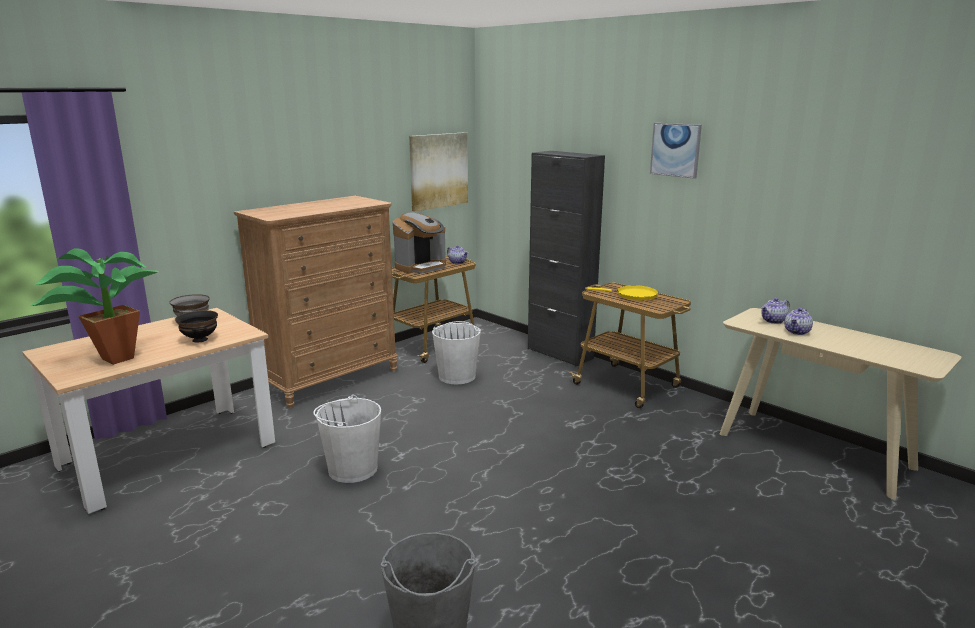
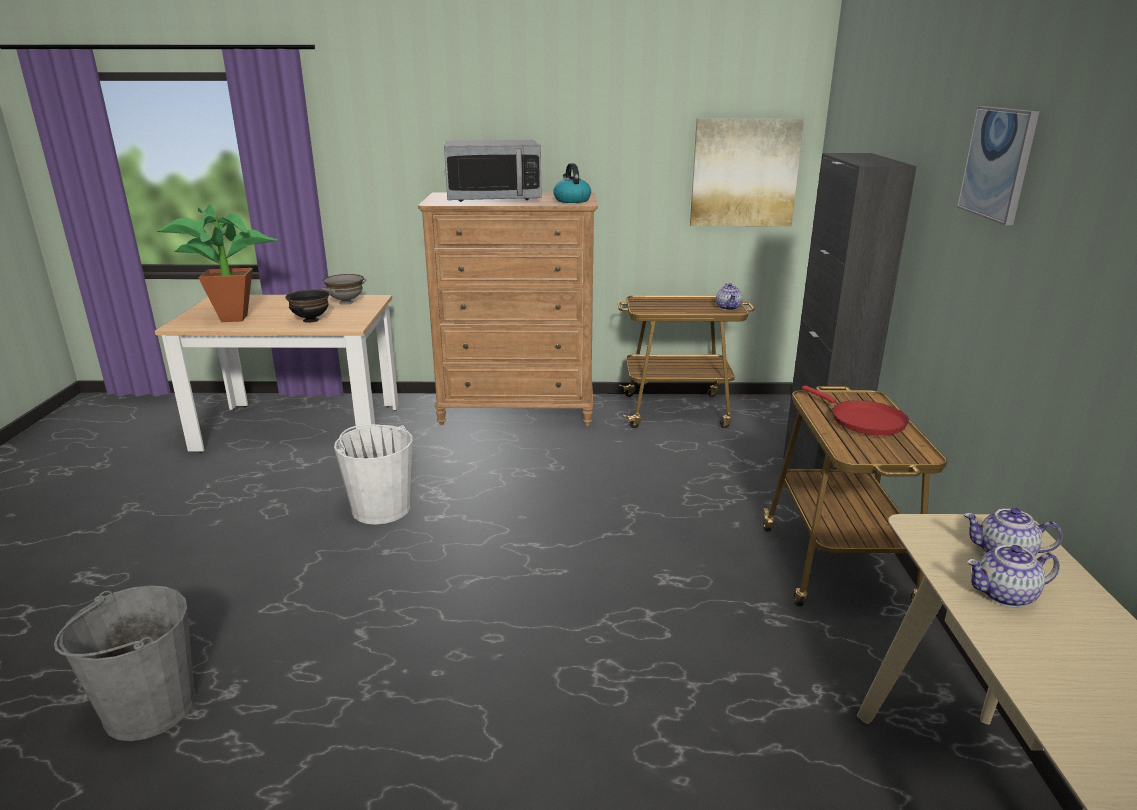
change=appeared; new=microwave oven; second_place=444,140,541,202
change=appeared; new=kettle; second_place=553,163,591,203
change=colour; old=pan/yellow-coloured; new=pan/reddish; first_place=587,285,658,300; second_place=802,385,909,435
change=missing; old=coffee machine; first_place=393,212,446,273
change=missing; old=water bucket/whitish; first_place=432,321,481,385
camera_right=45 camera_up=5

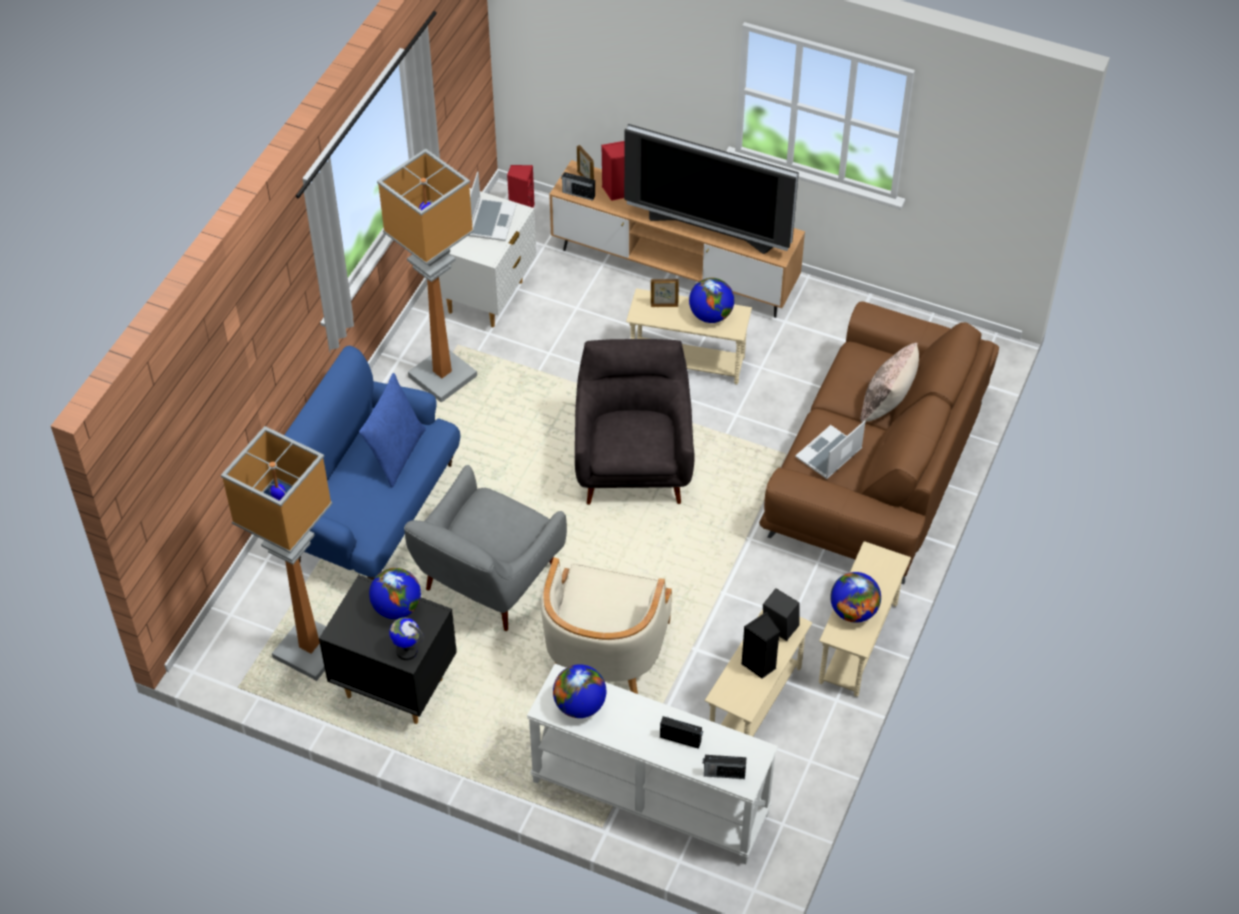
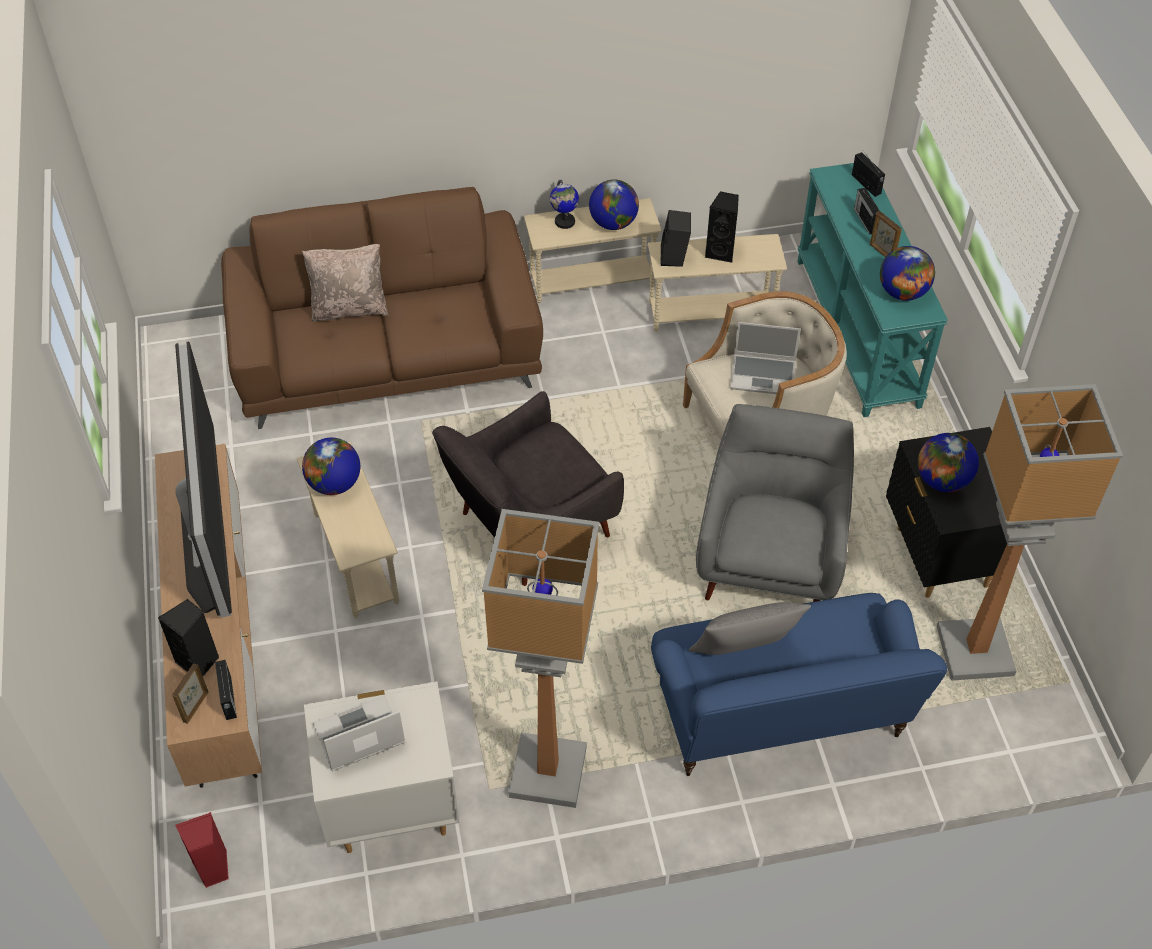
change=colour; old=speaker/reddish; new=speaker/black-coloured; first_place=601,141,624,201; second_place=158,599,219,676
change=relocated; old=world globe; first_place=389,617,424,660; second_place=550,180,579,229
change=colour; old=throw pillow/blue-coloured; new=throw pillow/gray; first_place=359,373,426,488; second_place=689,602,811,655
change=spun; old=lounge chair/gray; first_place=404,465,567,631; second_place=696,404,854,602; degrees=-75
change=relocated; old=laptop; first_place=795,421,866,479; second_place=730,322,801,394
change=colour; old=console table/whitish; new=console table/turquoise-coloured; first_place=527,664,778,864; second_place=797,163,948,417
change=relocated; old=photo frame; first_place=651,279,679,307; second_place=870,211,902,257
camera_right=-125 camera_up=0

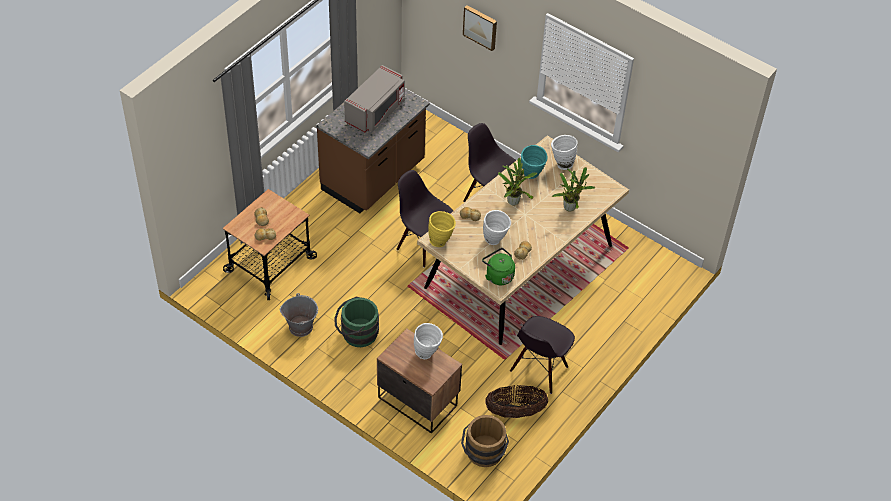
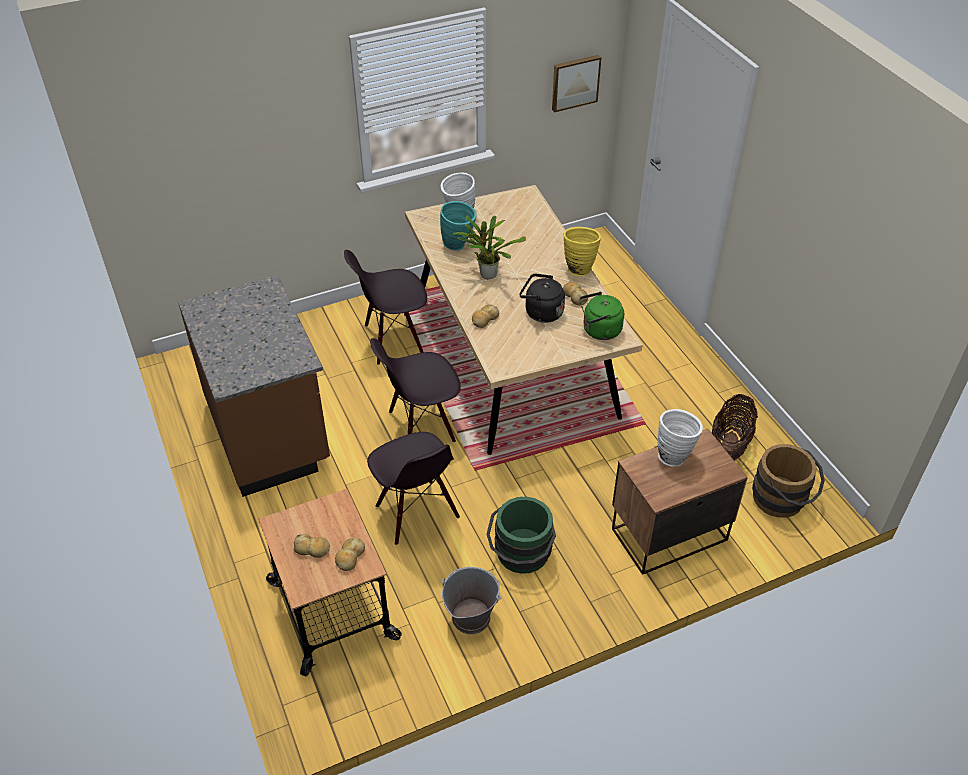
change=relocated; old=plain chair/black-coloured; first_place=510,316,575,394; second_place=367,432,460,545
change=exchanged; old=vase/whitish; new=kettle/black-coloured; first_place=483,210,511,245; second_place=519,273,565,323
change=relocated; old=picture; first_place=463,5,497,51; second_place=552,55,601,112
change=relocated; old=vase/yellow-coloured; first_place=428,211,456,247; second_place=564,227,601,276
change=missing; old=microwave oven/gray; first_place=344,65,405,132
change=missing; old=plant in a pot; first_place=552,167,595,211
camera_right=-60 camera_up=-5

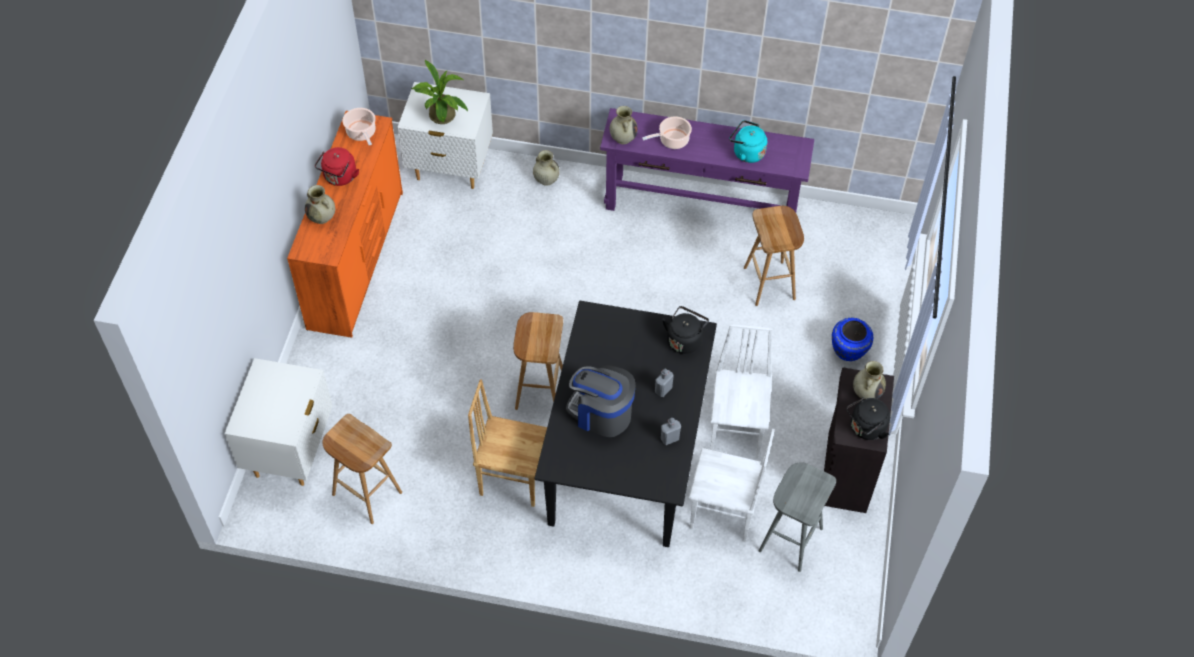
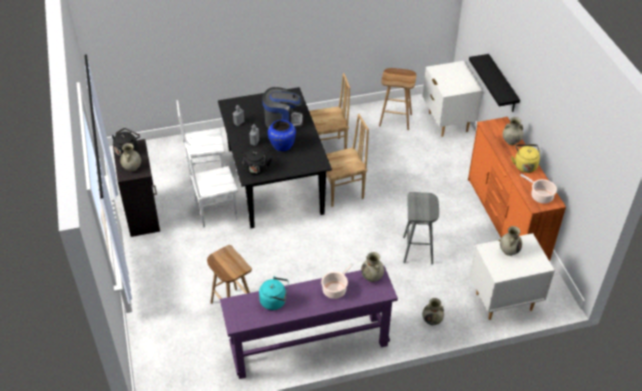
change=spun; old=plain chair/whitish; first_place=710,324,772,458; second_place=184,142,238,228; degrees=90
change=relocated; old=vase/blue-coloured; first_place=832,318,873,361; second_place=268,120,296,152
change=exchanged; old=stool seat/brownish; new=plain chair/brownish; first_place=513,312,563,410; second_place=326,114,369,207
change=relocated; old=stool seat/gray; first_place=759,462,836,572; second_place=403,192,439,264
change=appeared; new=bracket shelf/black-coloured; second_place=469,54,520,112
change=exchanged; old=plant in a pot; new=vase/sand-coloured; first_place=411,59,468,124; second_place=500,226,522,256
change=colour; old=kettle/reddish; new=kettle/yellow-coloured; first_place=315,147,359,186; second_place=511,144,540,173
camera_right=155 camera_up=-10

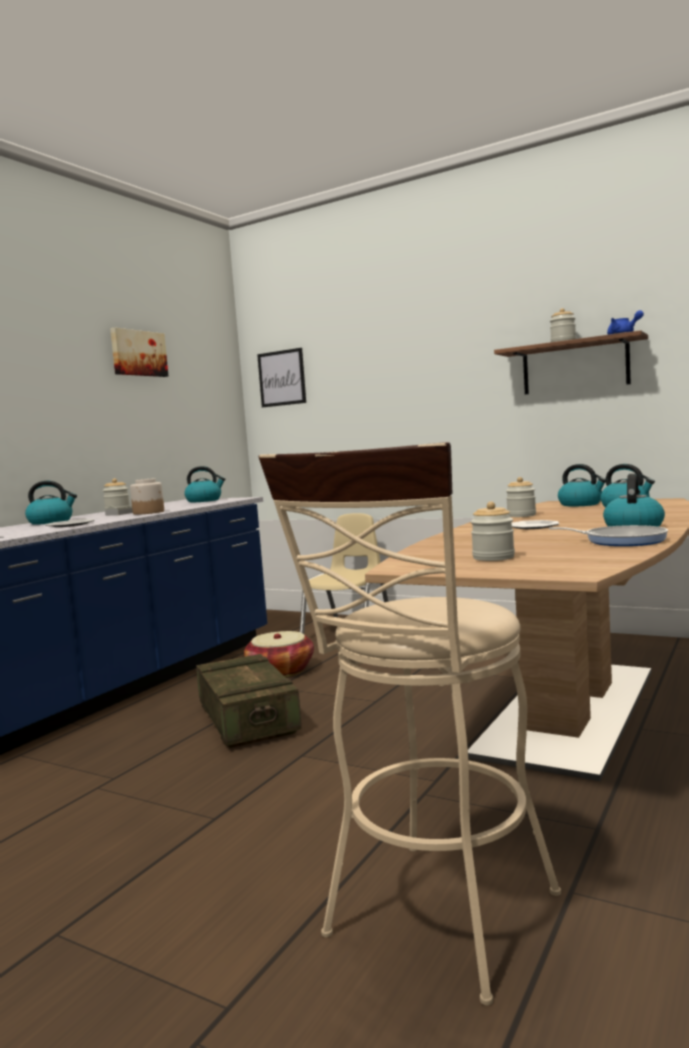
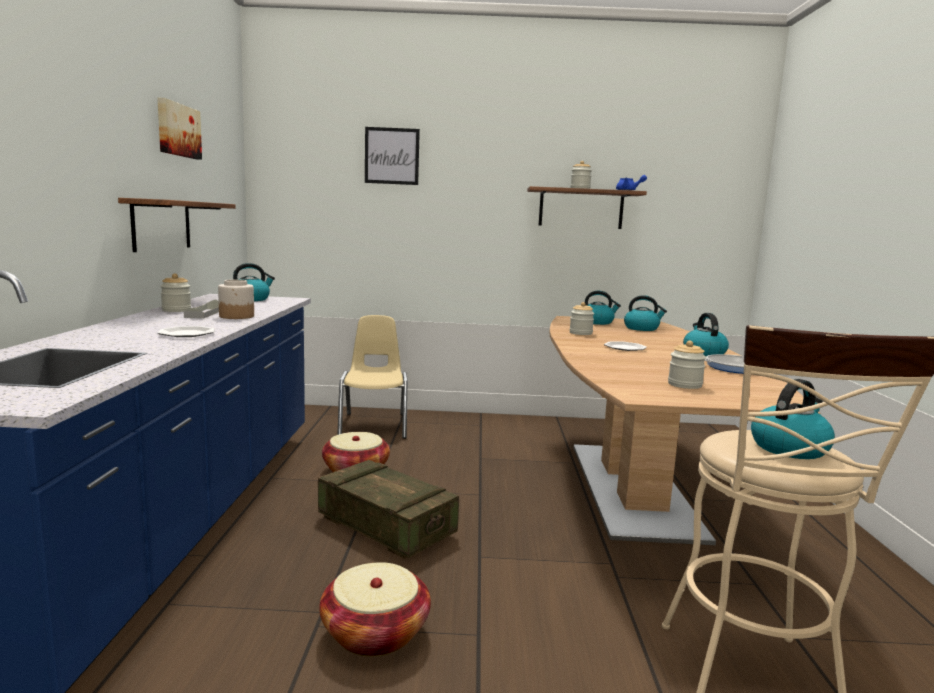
change=appeared; new=bracket shelf; second_place=118,198,235,252
change=appeared; new=basket; second_place=319,562,431,657
change=relocated; old=picture; first_place=257,348,306,407; second_place=365,127,420,185
change=relocated; old=kettle; first_place=25,481,77,525; second_place=751,379,835,459
camera_right=-30 camera_up=5

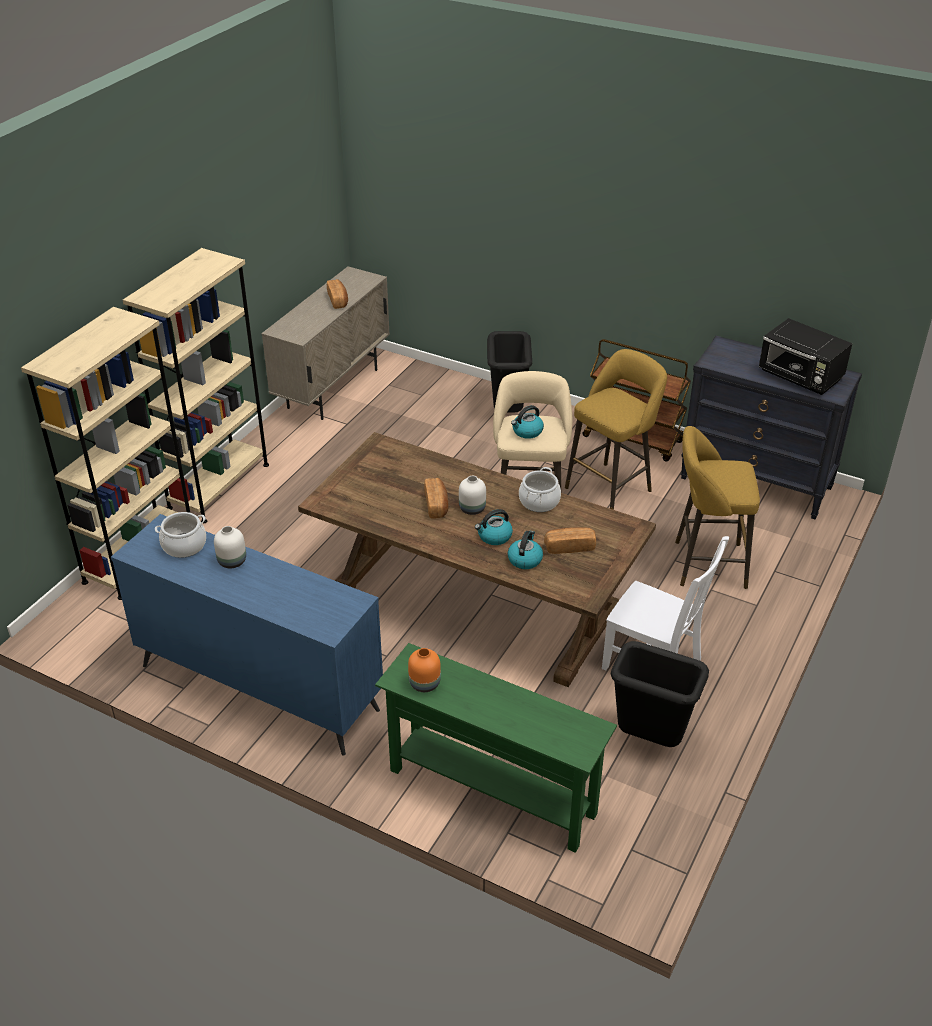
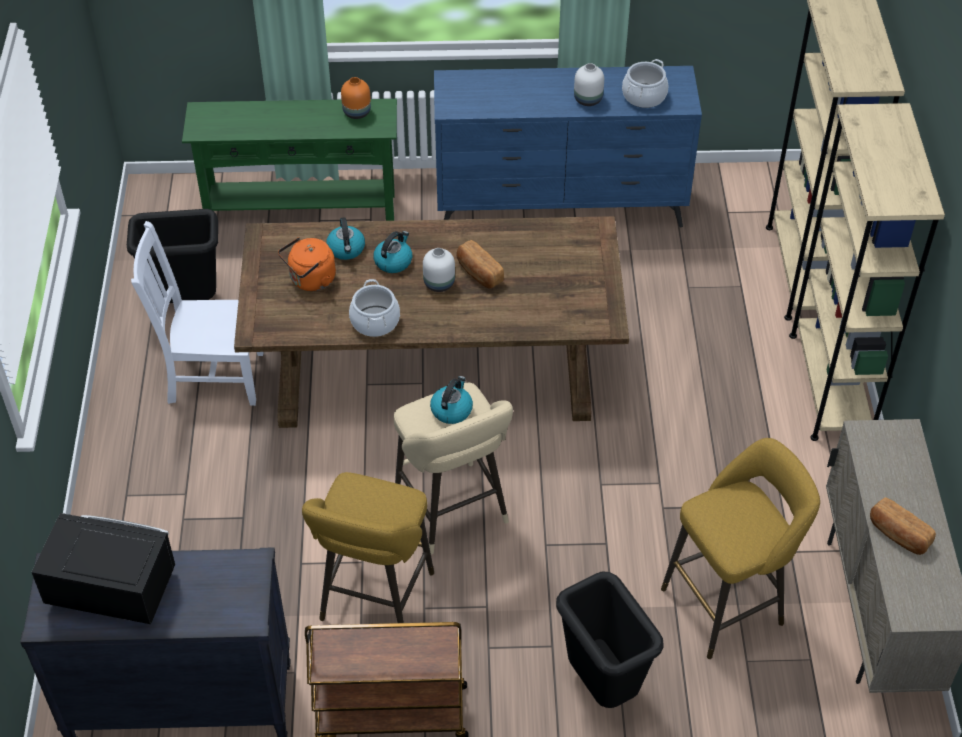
change=exchanged; old=bread; new=kettle/orange-coloured; first_place=544,527,596,554; second_place=278,237,336,291
change=relocated; old=stool seat/yellow-coloured; first_place=675,426,760,589; second_place=661,438,820,659
camera_right=150 camera_up=10

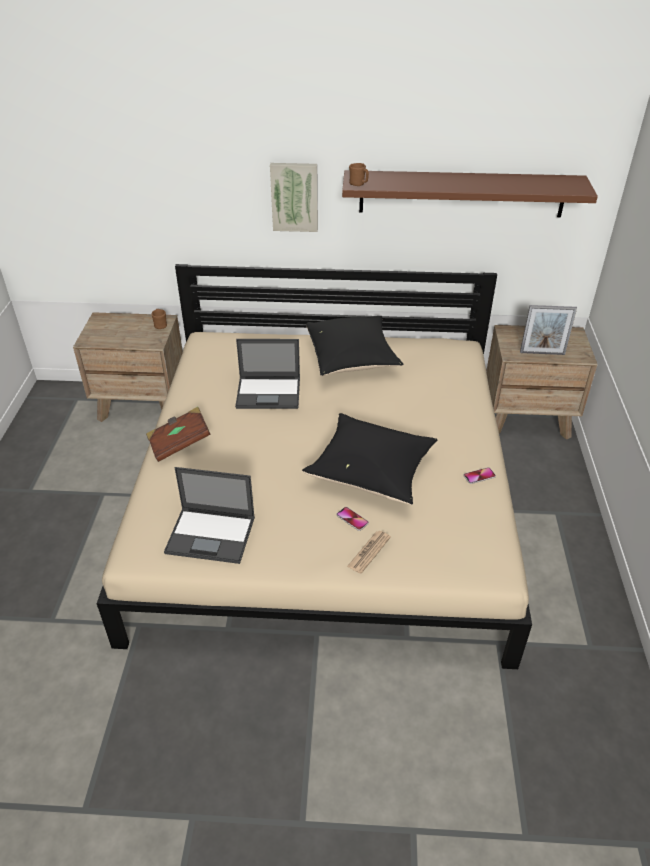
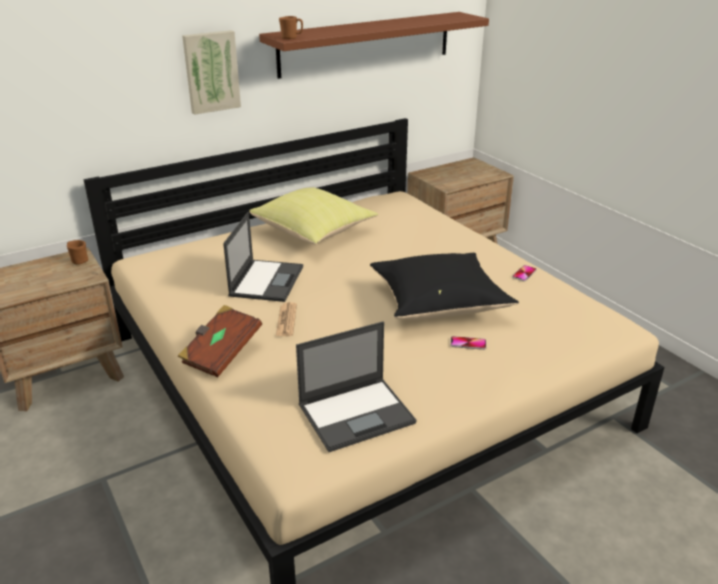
change=spun; old=laptop; first_place=235,339,300,409; second_place=223,212,303,302; degrees=-45
change=colour; old=throw pillow/black-coloured; new=throw pillow/yellow-coloured; first_place=306,316,403,376; second_place=250,187,378,244
change=relocated; old=newspaper; first_place=347,531,391,574; second_place=276,302,297,336
change=missing; old=photo frame; first_place=520,305,577,355
camera_right=-35 camera_up=-10

